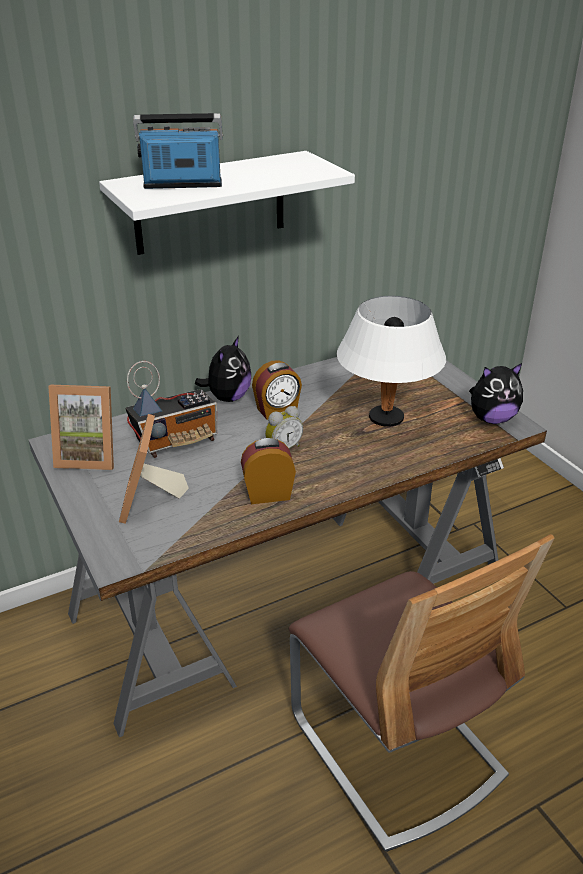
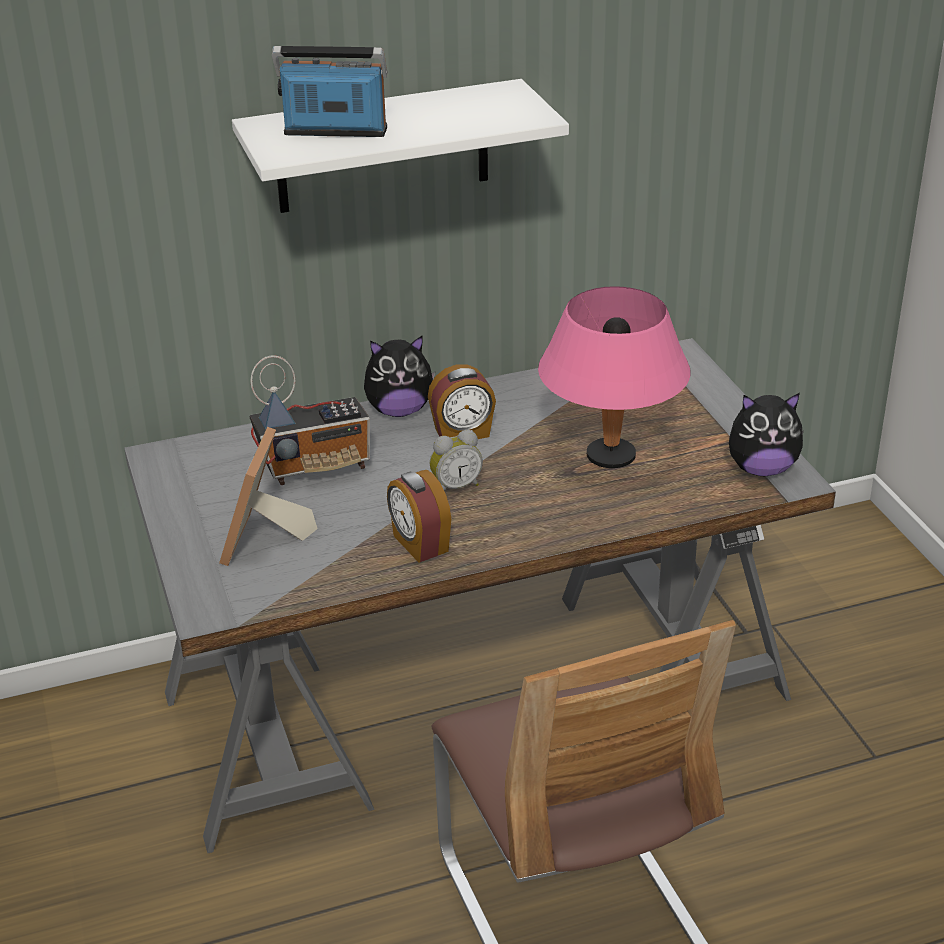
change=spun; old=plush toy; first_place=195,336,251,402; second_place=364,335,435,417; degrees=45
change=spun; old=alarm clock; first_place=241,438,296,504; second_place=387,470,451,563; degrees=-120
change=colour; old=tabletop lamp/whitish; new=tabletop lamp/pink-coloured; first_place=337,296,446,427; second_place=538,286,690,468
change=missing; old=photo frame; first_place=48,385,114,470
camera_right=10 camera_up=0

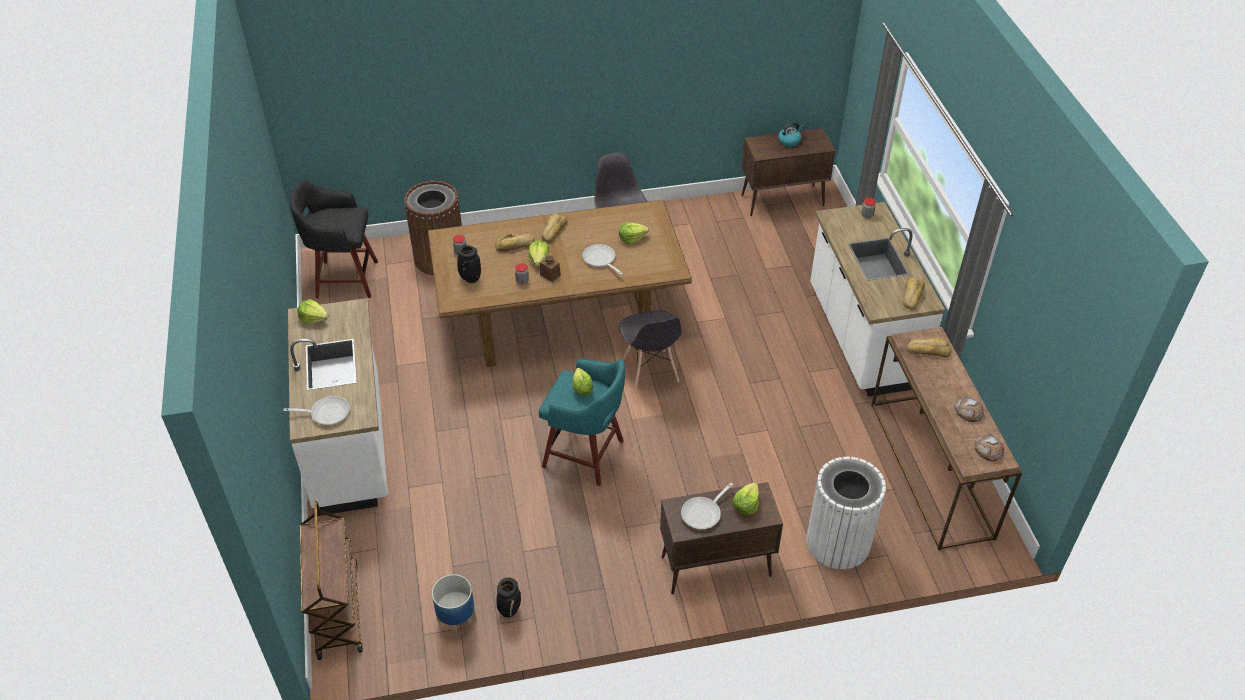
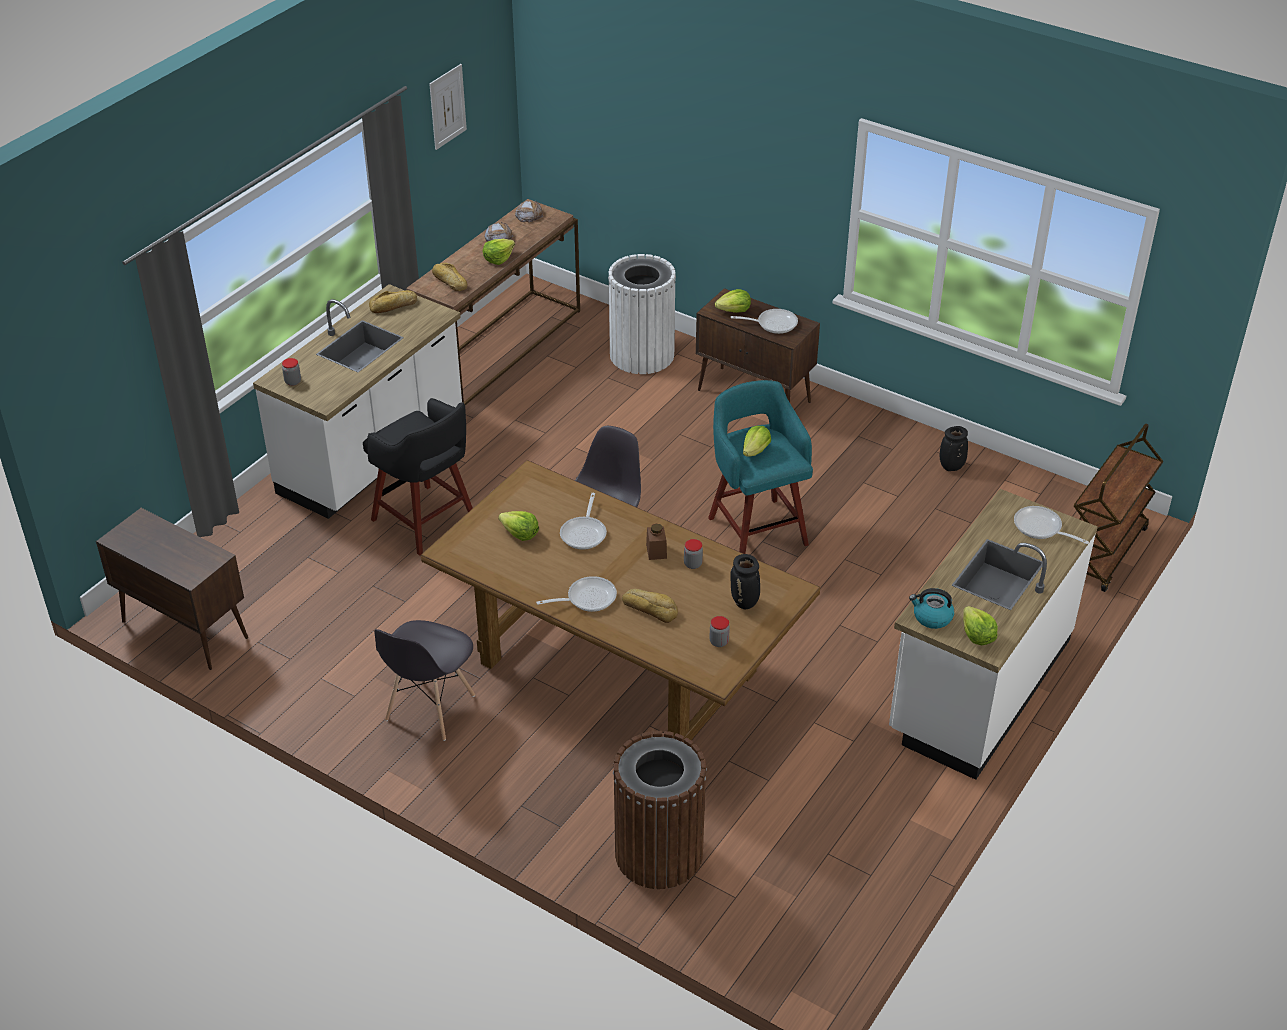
change=relocated; old=stool seat/black-coloured; first_place=290,179,378,298; second_place=363,398,473,555
change=appeared; new=picture; second_place=429,64,467,150
change=relocated; old=head of lettuce; first_place=528,240,550,266; second_place=483,239,515,265
change=exchanged; old=bread; new=pan; first_place=541,214,567,242; second_place=536,576,617,612
change=relocated; old=kettle; first_place=778,122,803,147; second_place=909,588,954,629
change=missing; old=planter; first_place=432,574,477,638
camera_right=-135 camera_up=-5

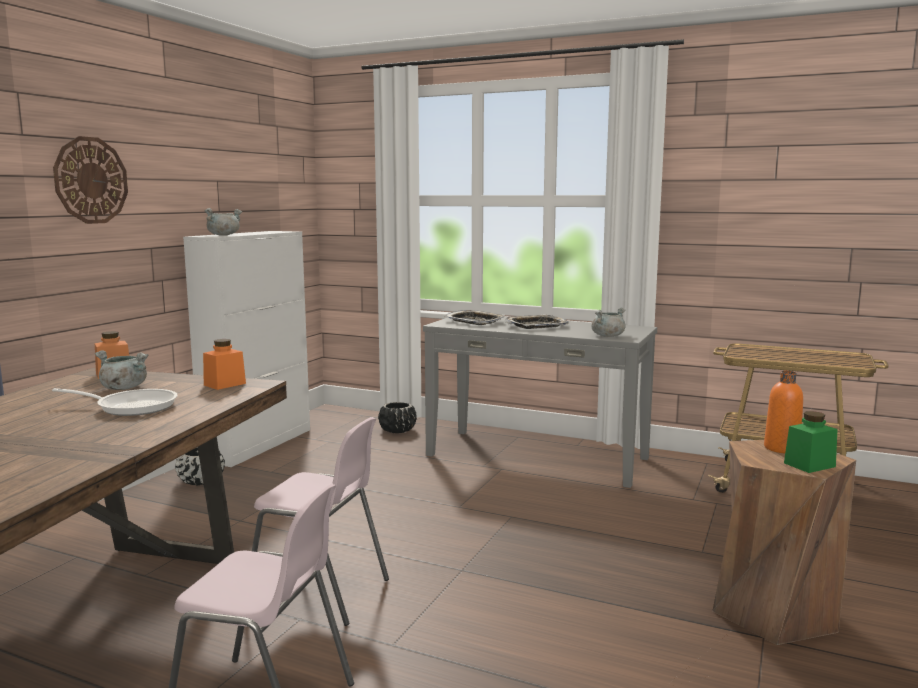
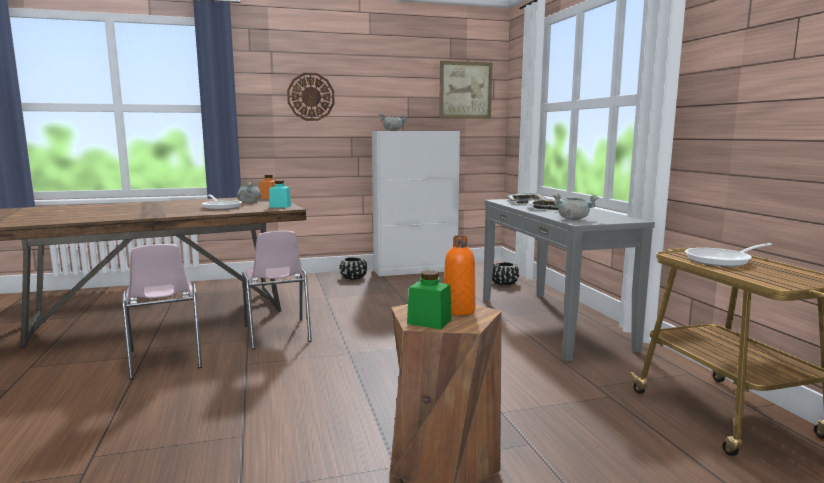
change=colour; old=jar/orange-coloured; new=jar/turquoise-coloured; first_place=203,339,246,390; second_place=269,180,291,208
change=appeared; new=picture; second_place=439,61,492,119
change=appeared; new=pan; second_place=685,243,772,267
camera_right=50 camera_up=0

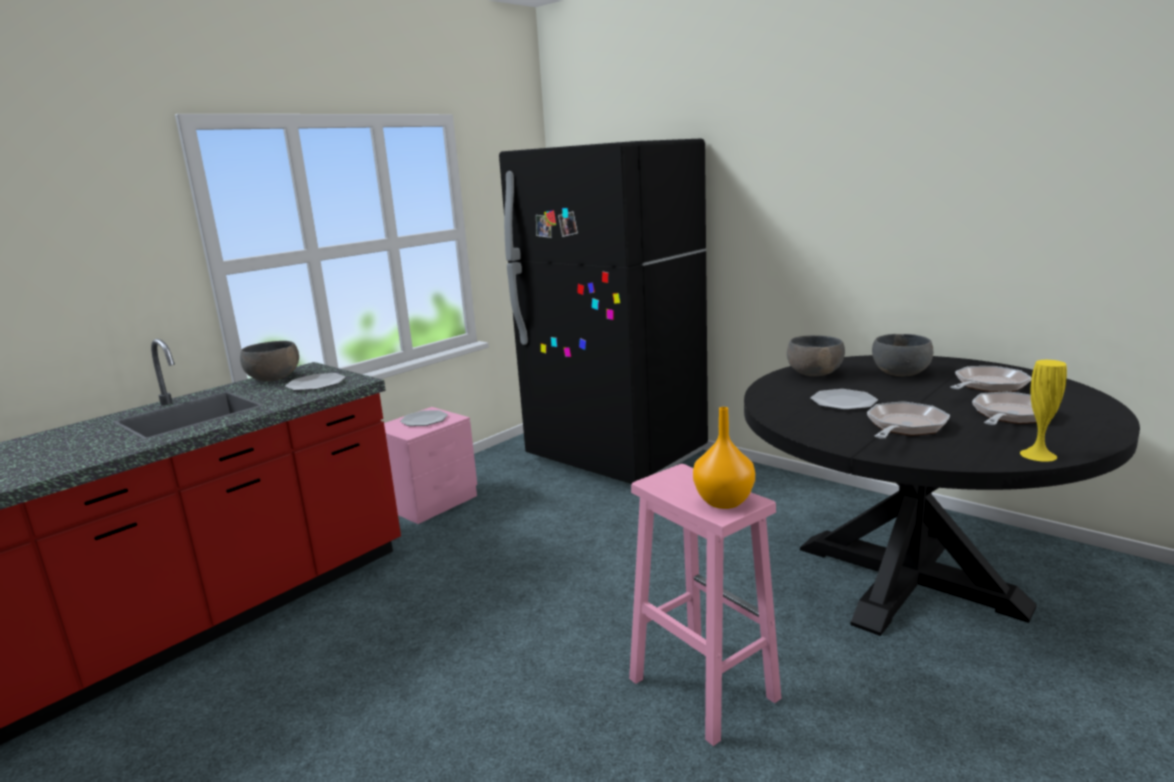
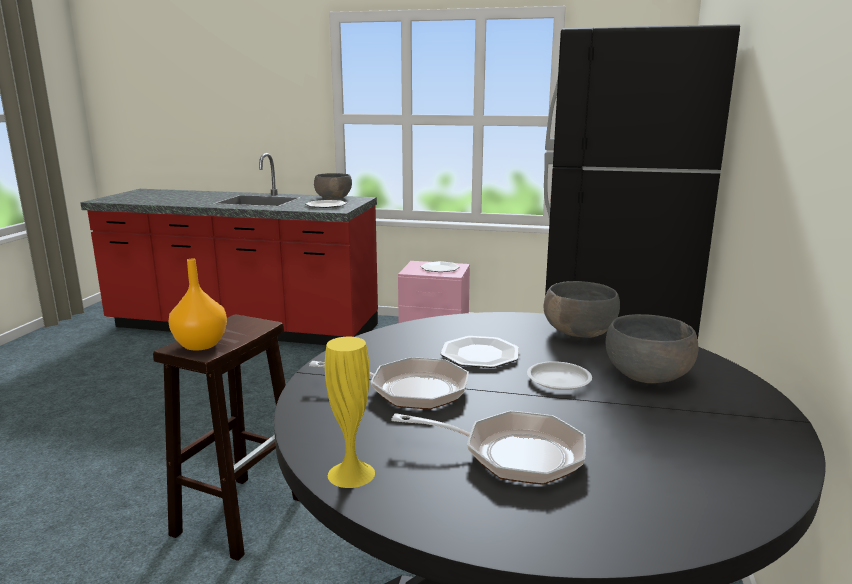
change=colour; old=stool seat/pink-coloured; new=stool seat/brownish; first_place=629,464,781,746; second_place=153,315,299,561
change=appeared; new=flat dish/whitish; second_place=527,361,592,390
change=missing; old=pan; first_place=950,366,1032,392
camera_right=60 camera_up=0

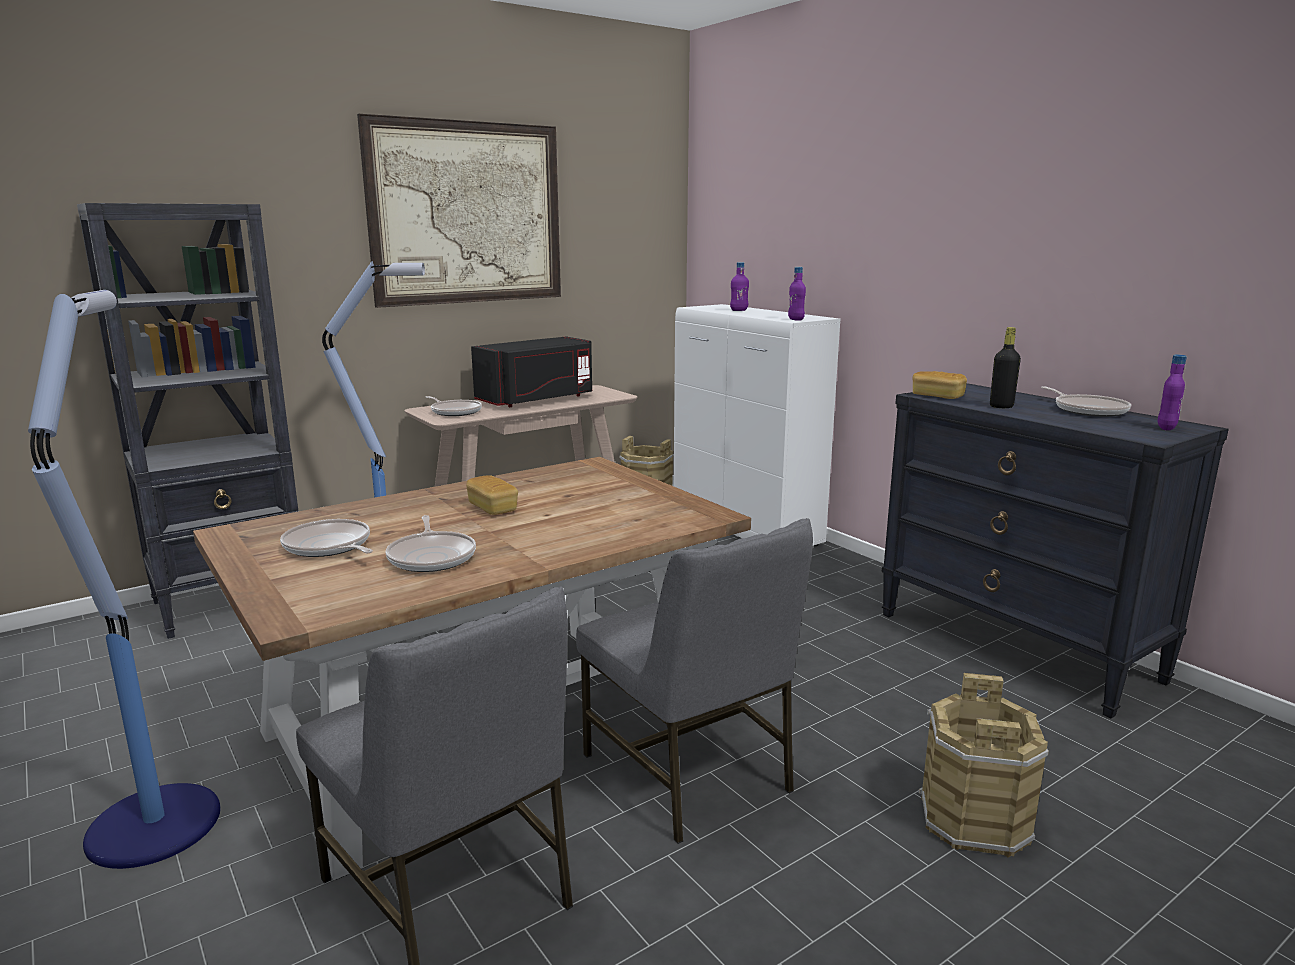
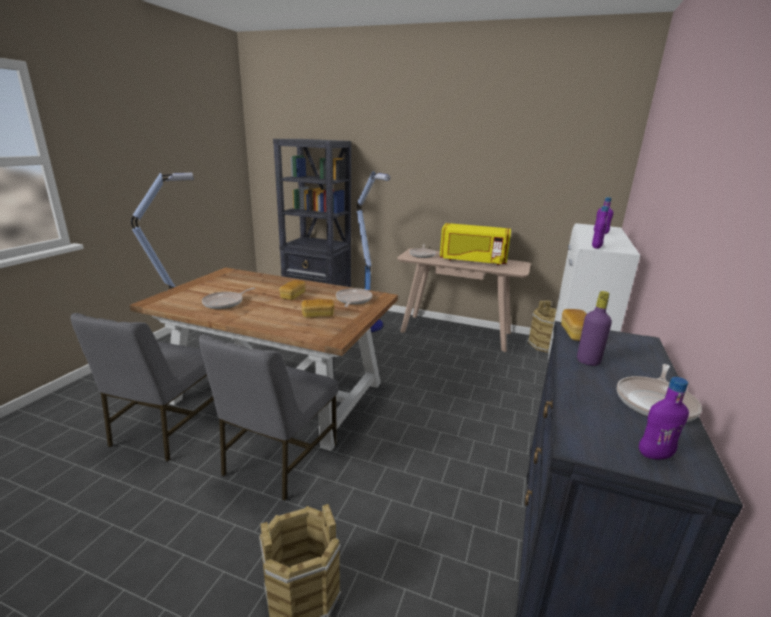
change=appeared; new=bread; second_place=302,299,334,318
change=relocated; old=pan; first_place=280,519,373,557; second_place=336,288,372,307
change=colour; old=microwave oven/black-coloured; new=microwave oven/yellow-coloured; first_place=471,336,592,407; second_place=440,223,511,265
change=colour; old=beverage bottle/black-coloured; new=beverage bottle/purplish; first_place=990,327,1021,408; second_place=577,291,612,366
change=missing; old=picture; first_place=357,114,561,308
camera_right=55 camera_up=5

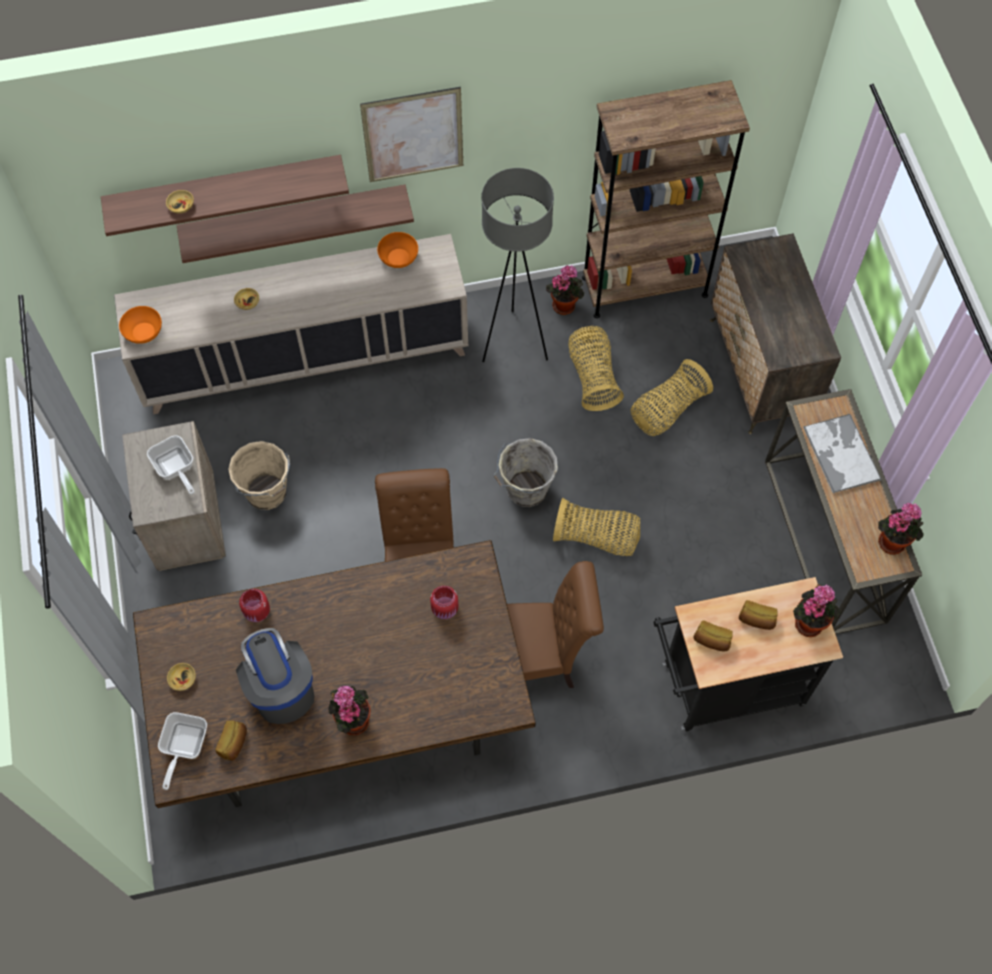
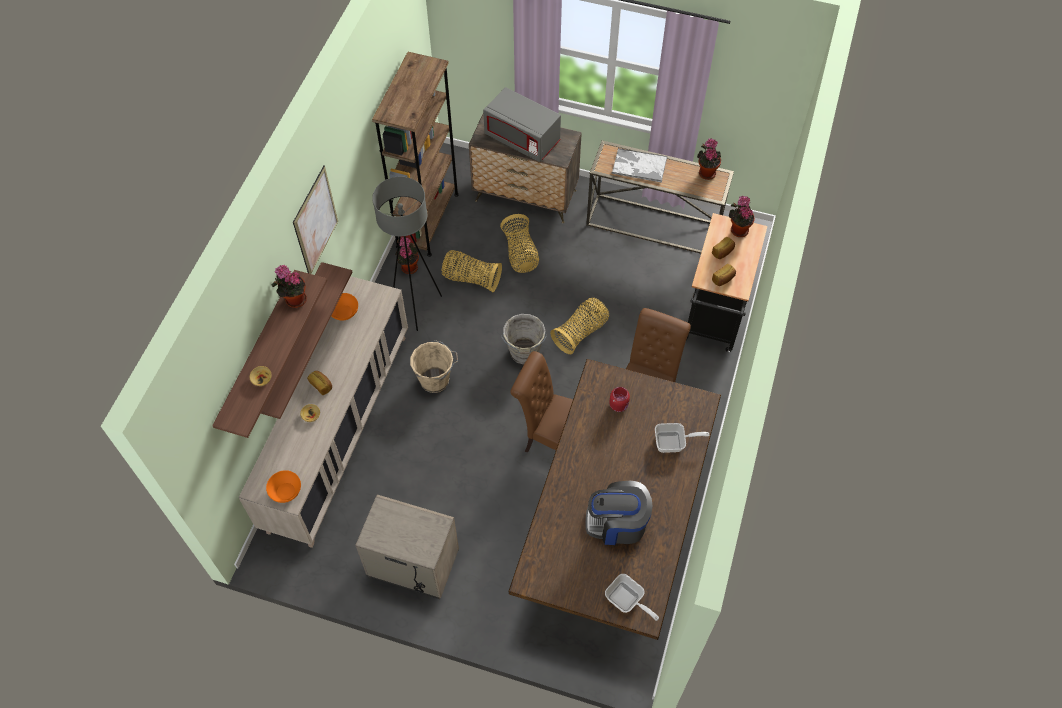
change=relocated; old=plant in a pot; first_place=329,686,371,735; second_place=272,265,307,308
change=relocated; old=bread; first_place=215,720,247,761; second_place=307,371,332,395
change=relocated; old=water bucket/sand-coloured; first_place=228,441,290,510; second_place=410,340,458,393
change=appeared; new=microwave oven/gray; second_place=483,87,561,162
change=relocated; old=pan; first_place=147,435,195,495; second_place=655,423,709,453
change=missing; old=deep dish/sand-coloured; first_place=167,663,196,691
change=missing; old=jar/reddish; first_place=239,589,270,622
camera_right=-60 camera_up=-5

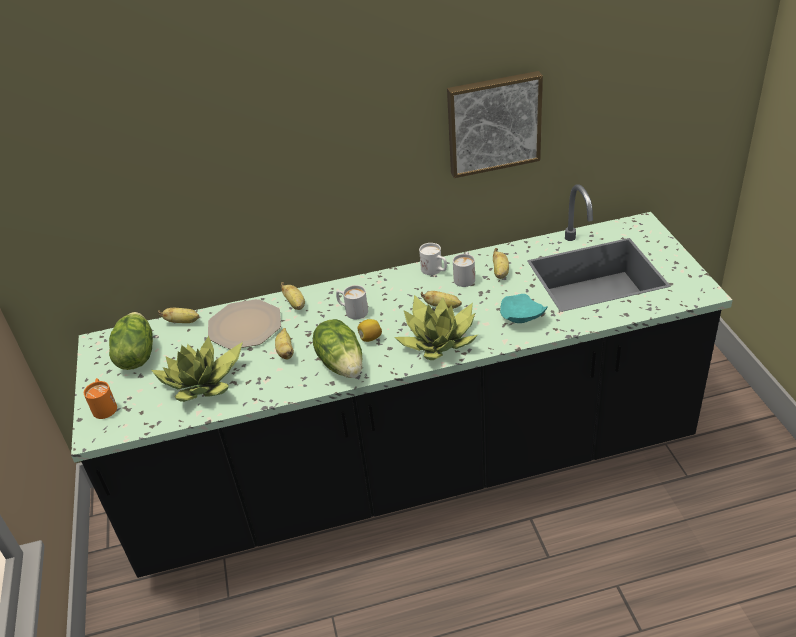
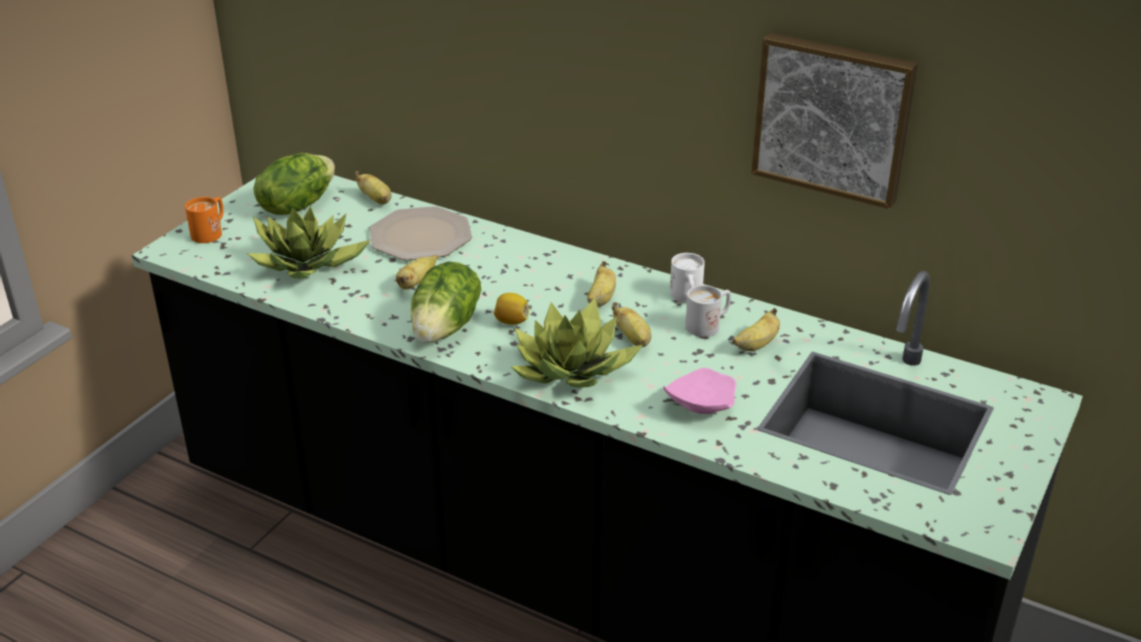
change=relocated; old=banana; first_place=281,282,305,310; second_place=587,261,616,307
change=colour; old=flat dish/turquoise-coloured; new=flat dish/pink-coloured; first_place=500,294,548,323; second_place=663,368,737,414
change=missing; old=coffee mug/whitish; first_place=336,285,368,319
camera_right=40 camera_up=-5

